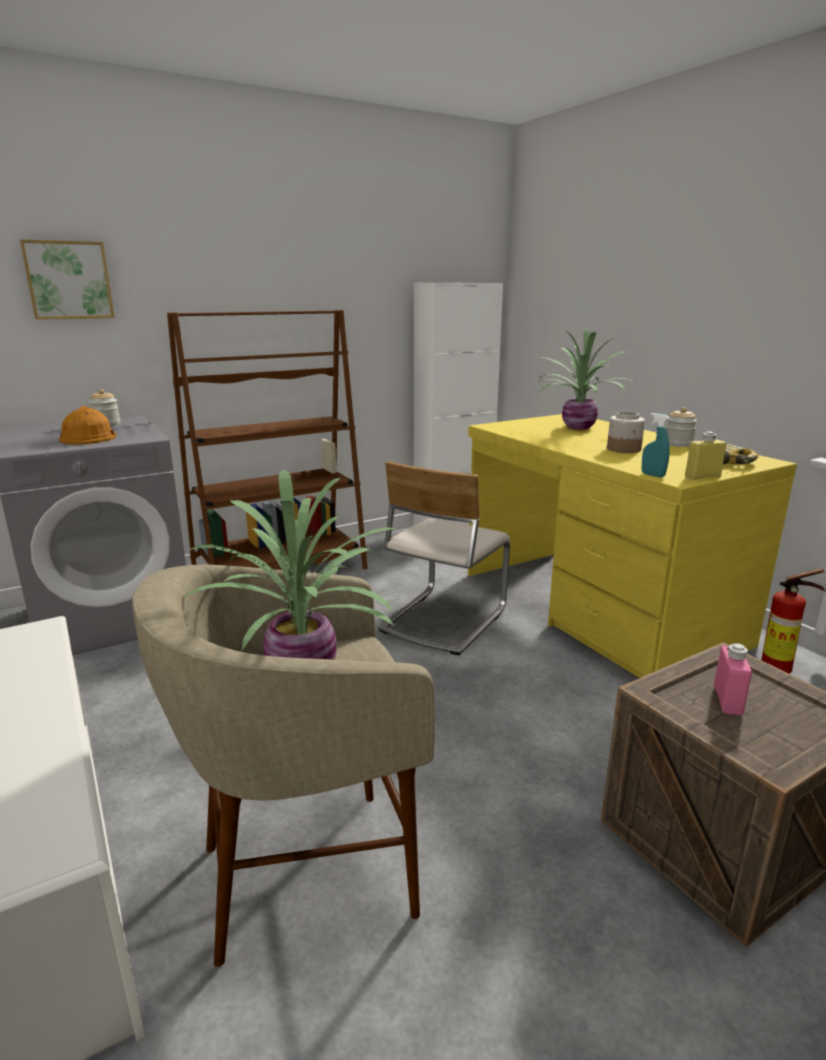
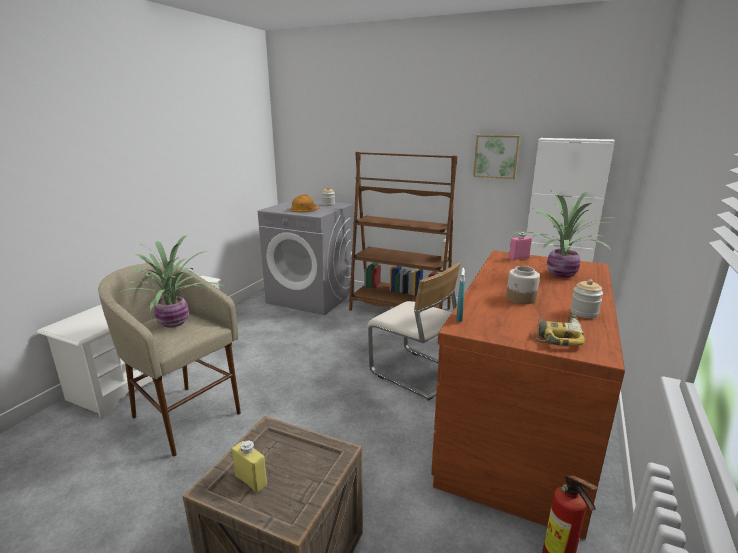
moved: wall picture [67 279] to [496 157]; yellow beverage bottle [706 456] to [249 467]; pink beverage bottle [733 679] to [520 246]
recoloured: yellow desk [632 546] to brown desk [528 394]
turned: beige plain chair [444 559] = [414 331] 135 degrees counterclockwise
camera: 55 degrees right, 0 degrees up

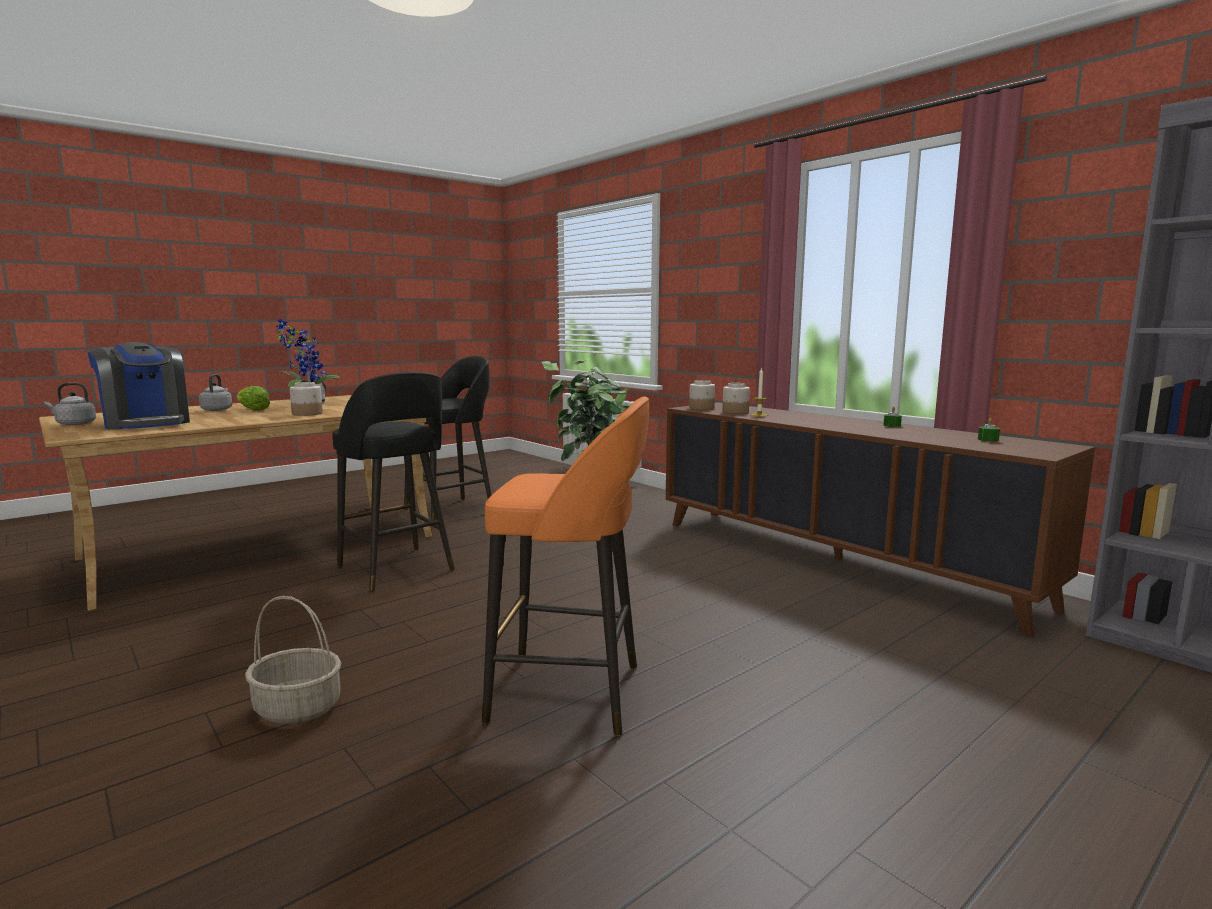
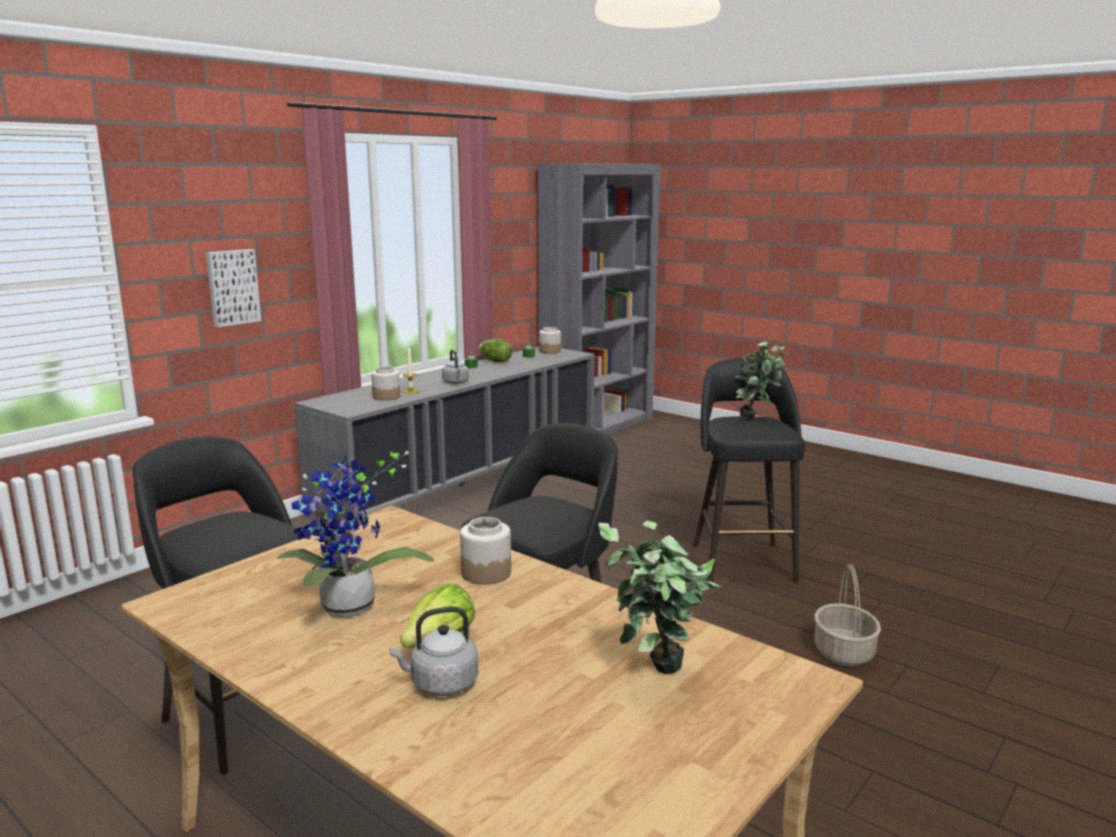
added: wall picture [233 288]; head of lettuce [495 350]
moved: preserve jar [702 395] to [550 340]; greyish kettle [70 404] to [455 367]
replaced: coffee brewer [138 386] to houseplant [660 597]
recoloured: orangey stool [565 566] to black-coloured stool [749 470]; brown cabinet [880 519] to greyish cabinet [444 438]
camera: 100 degrees left, 5 degrees up

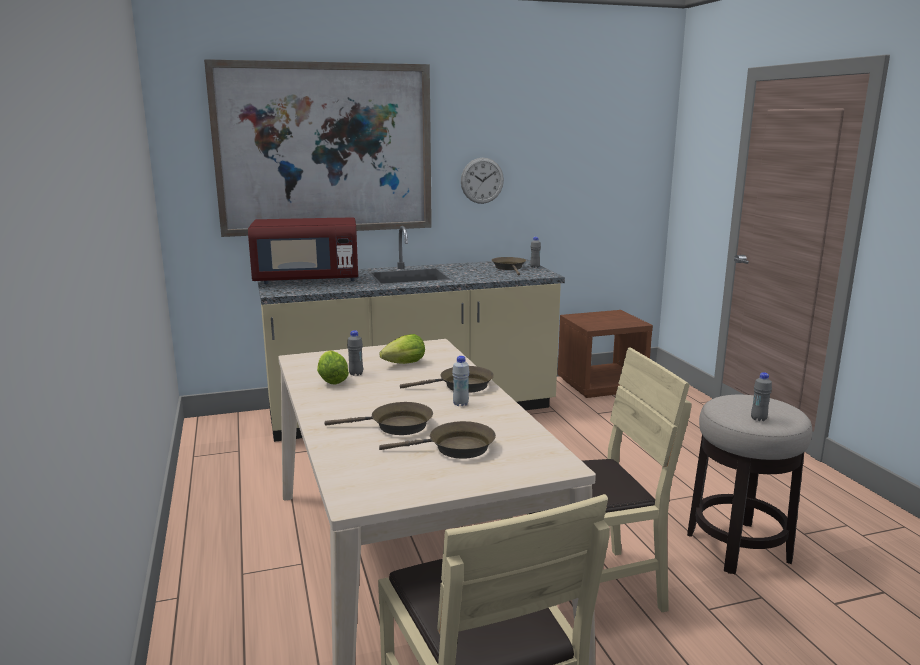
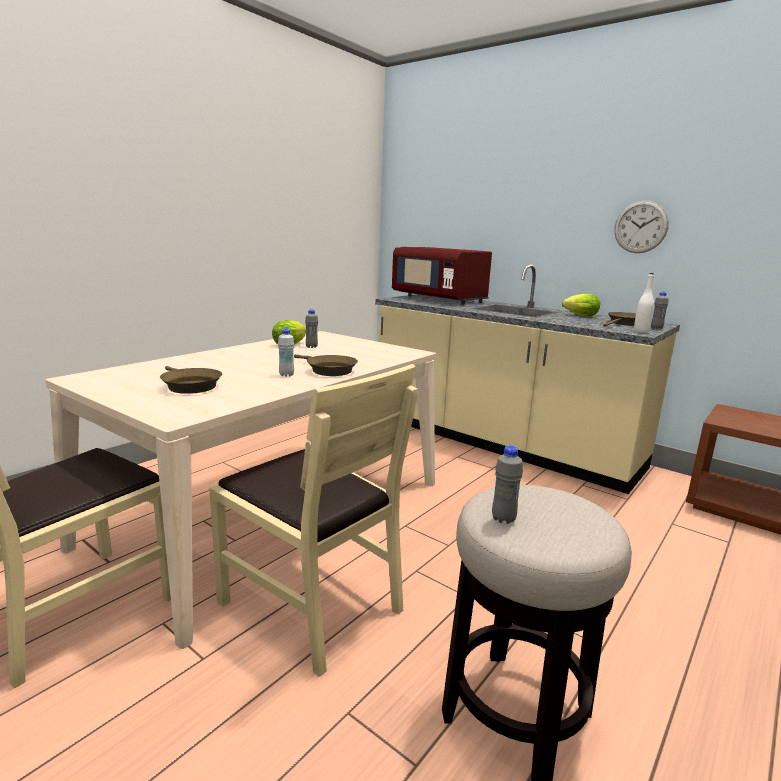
removed: wall picture [318 148]; brown skillet [379 418]
added: whitish beverage bottle [644 303]
moved: head of lettuce [402 349] to [581 304]
camera: 55 degrees right, 0 degrees up

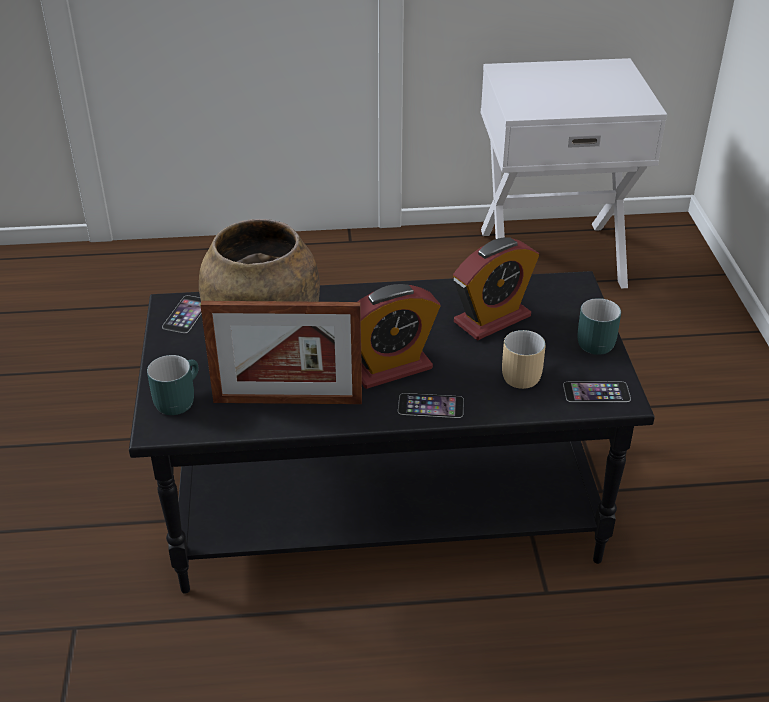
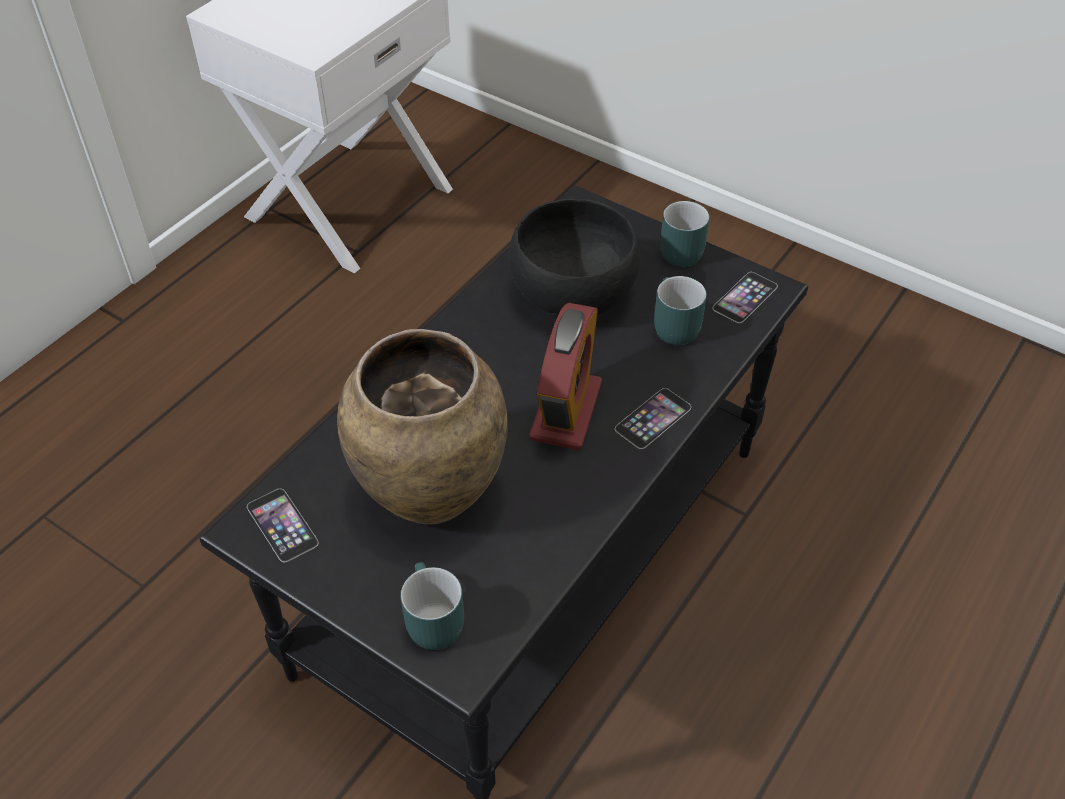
removed: photo frame [281 352]
replaced: alarm clock [496 288] to black-coloured serving bowl [574 257]
recoloured: beige mug [524 359] to turquoise-coloured mug [680 310]
camera: 50 degrees left, 10 degrees up

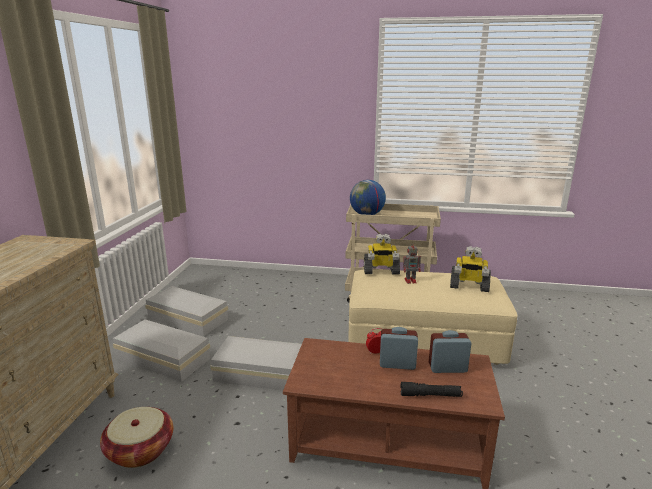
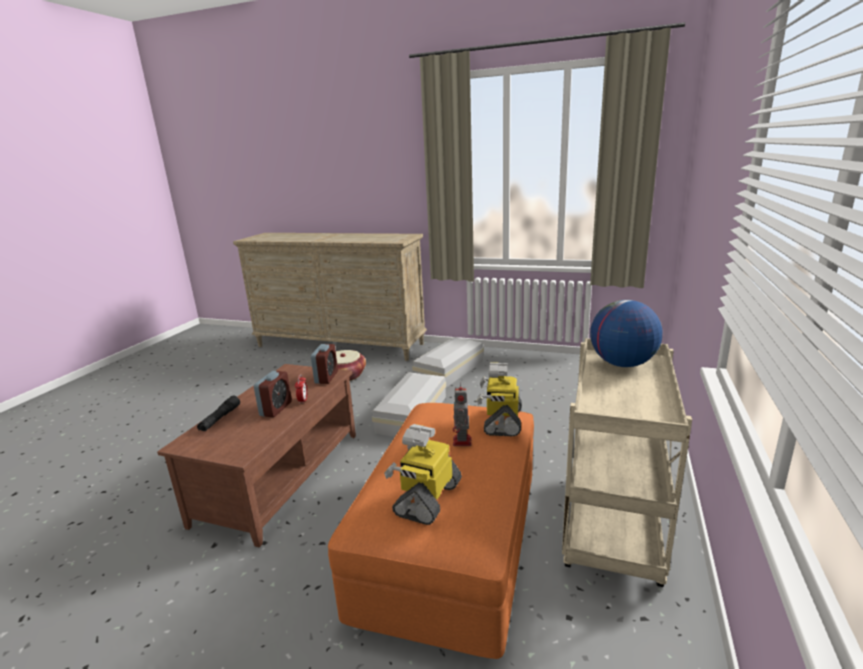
removed: whitish storage container [186 311]
moved: alarm clock [450 351] to [324 364]
recoloured: beige footrest [432 317] to orangey footrest [431 531]
camera: 100 degrees right, 0 degrees up

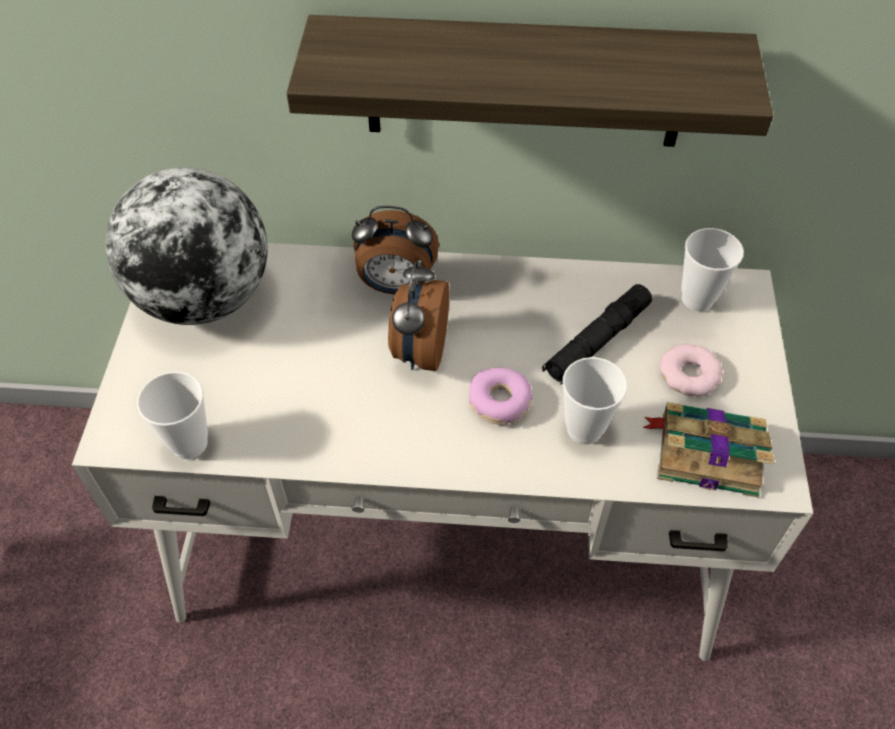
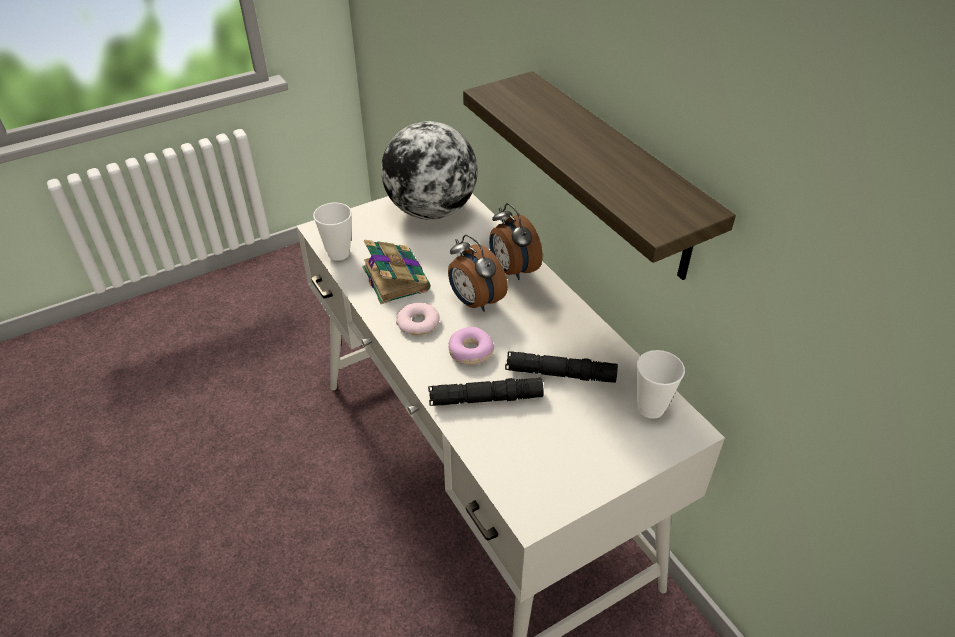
moved: ring doughnut [690 370] to [417 319]; volume [708 450] to [396 272]
replaced: cup [594 401] to black-coloured hand torch [486 392]
turned: alarm clock [418 315] = [478 273] 105 degrees counterclockwise
camera: 55 degrees right, 10 degrees down

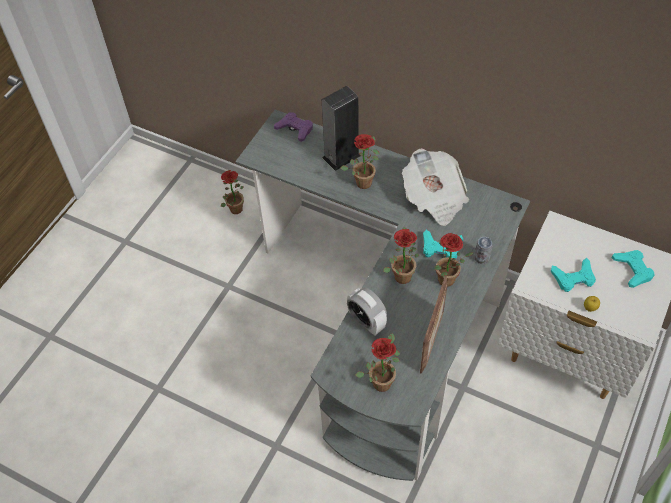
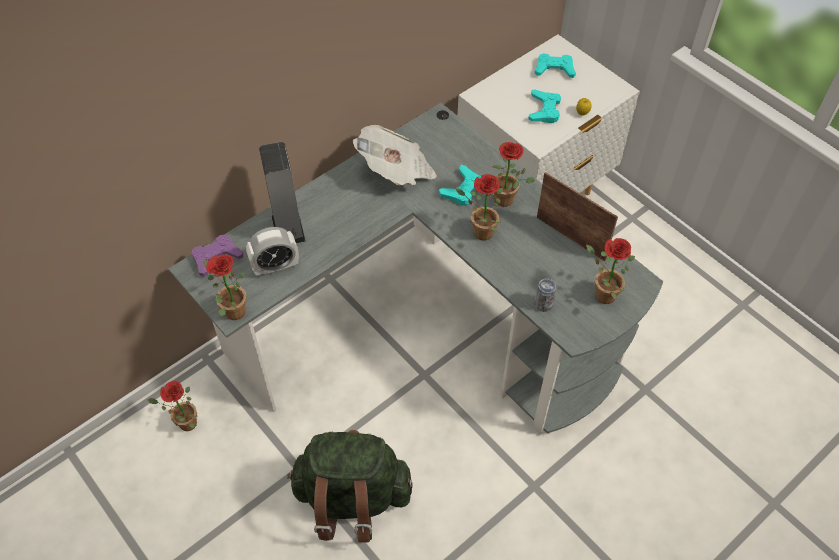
added: green-coloured backpack [350 486]
moved: houseplant [360 161] to [224 287]; sealed can [483 250] to [545 295]; alarm clock [367 312] to [272 252]
camera: 70 degrees left, 0 degrees up

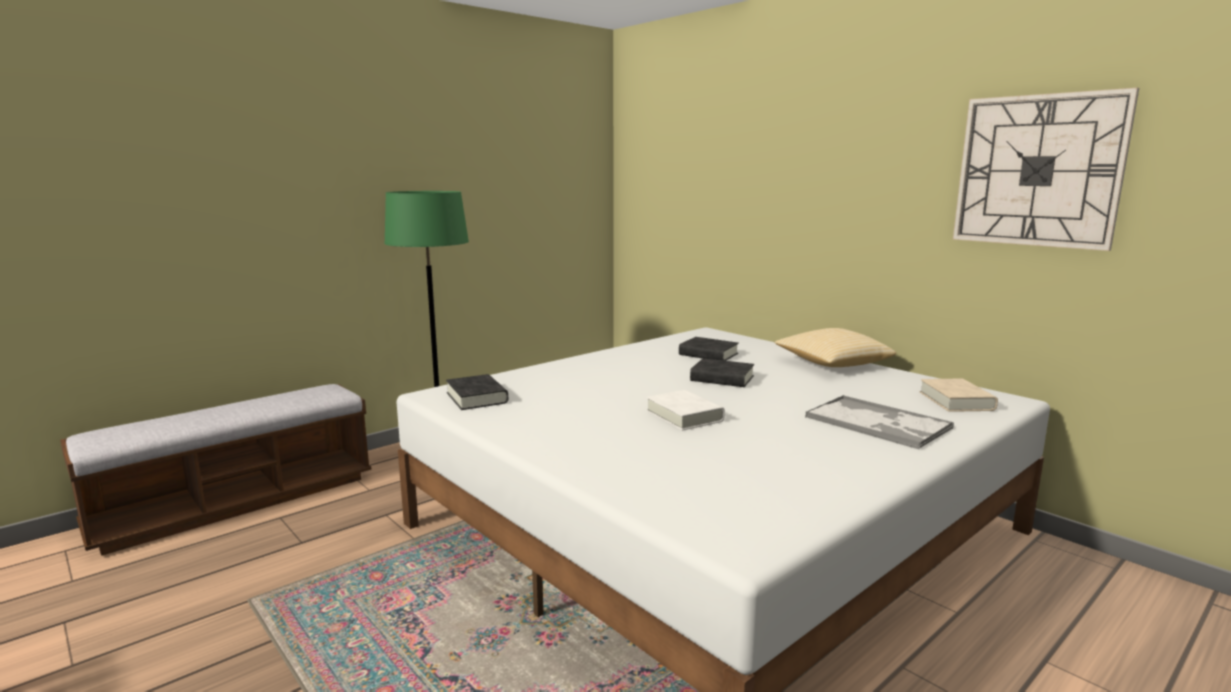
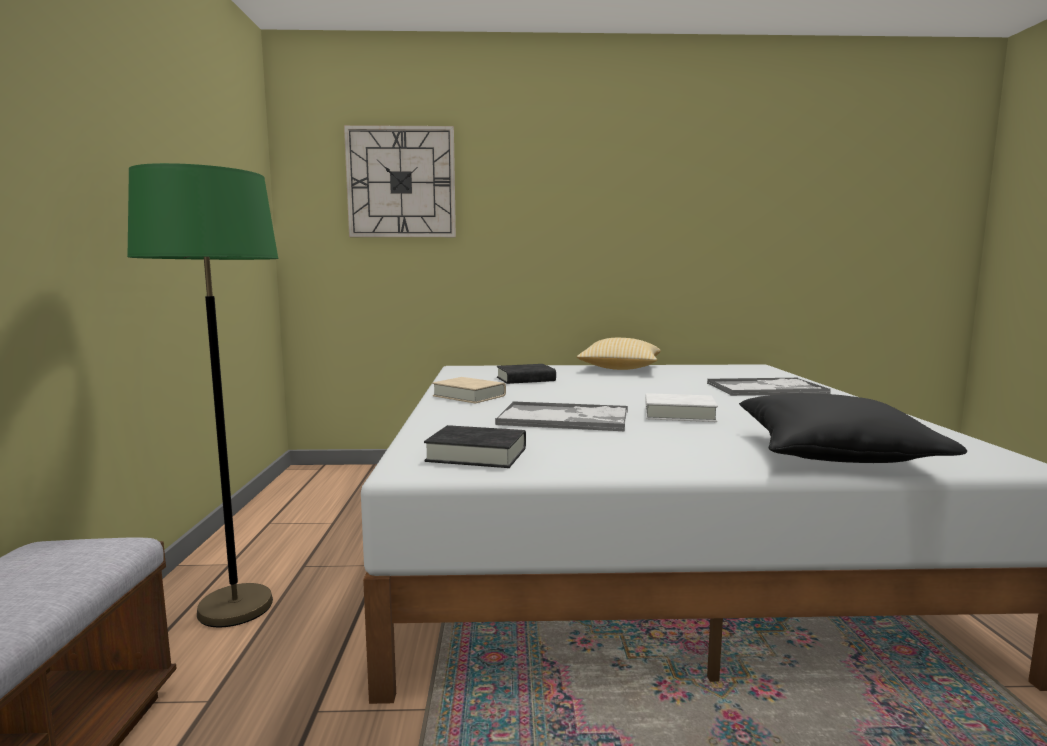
removed: black-coloured volume [722 372]
added: black-coloured cushion [853 428]; tray [561 416]
moved: wall clock [1046 169] to [400 181]; beige volume [958 395] to [469 390]
camera: 50 degrees left, 5 degrees down

